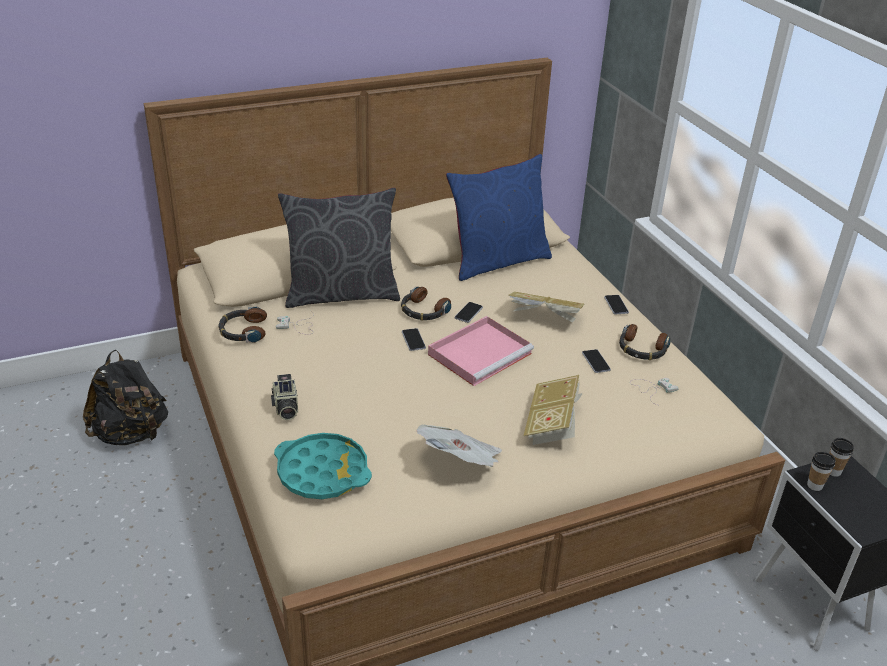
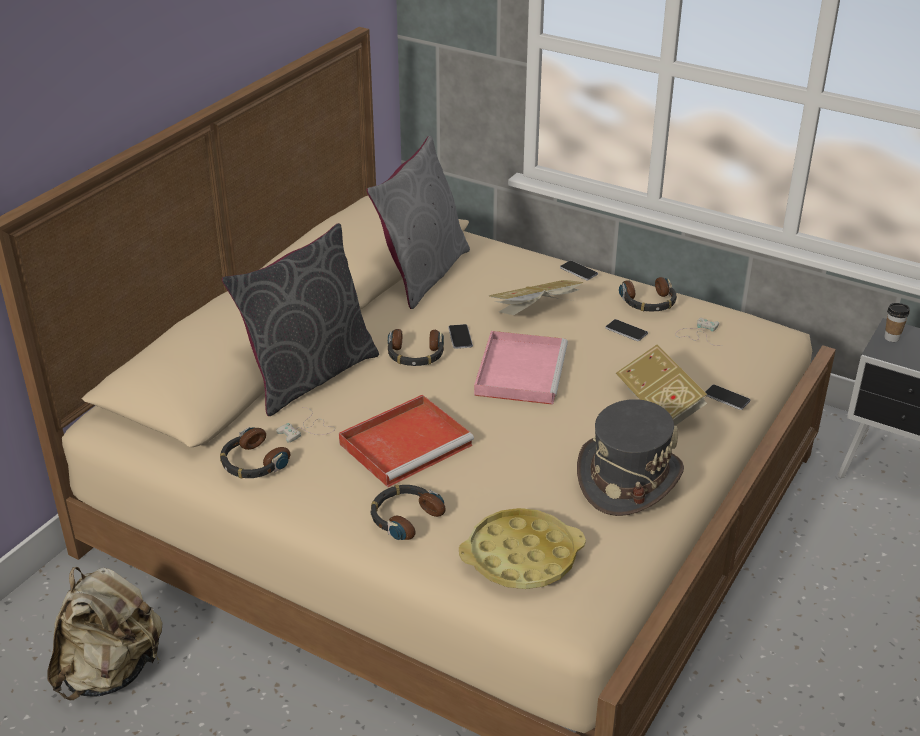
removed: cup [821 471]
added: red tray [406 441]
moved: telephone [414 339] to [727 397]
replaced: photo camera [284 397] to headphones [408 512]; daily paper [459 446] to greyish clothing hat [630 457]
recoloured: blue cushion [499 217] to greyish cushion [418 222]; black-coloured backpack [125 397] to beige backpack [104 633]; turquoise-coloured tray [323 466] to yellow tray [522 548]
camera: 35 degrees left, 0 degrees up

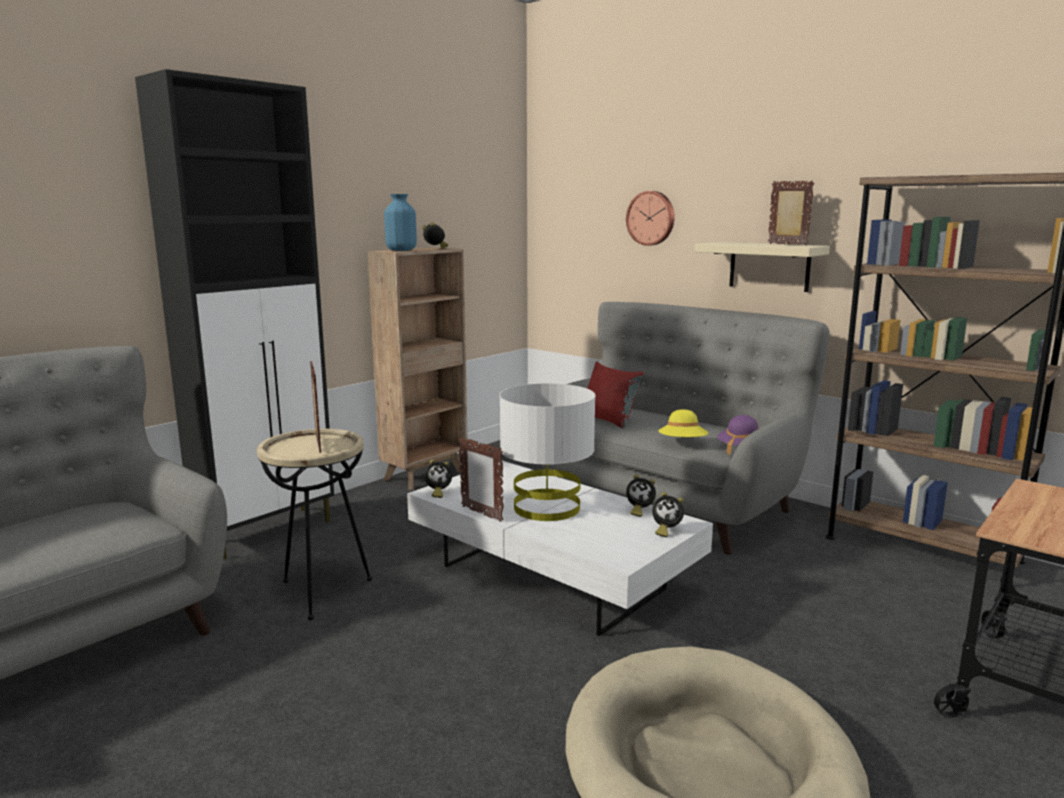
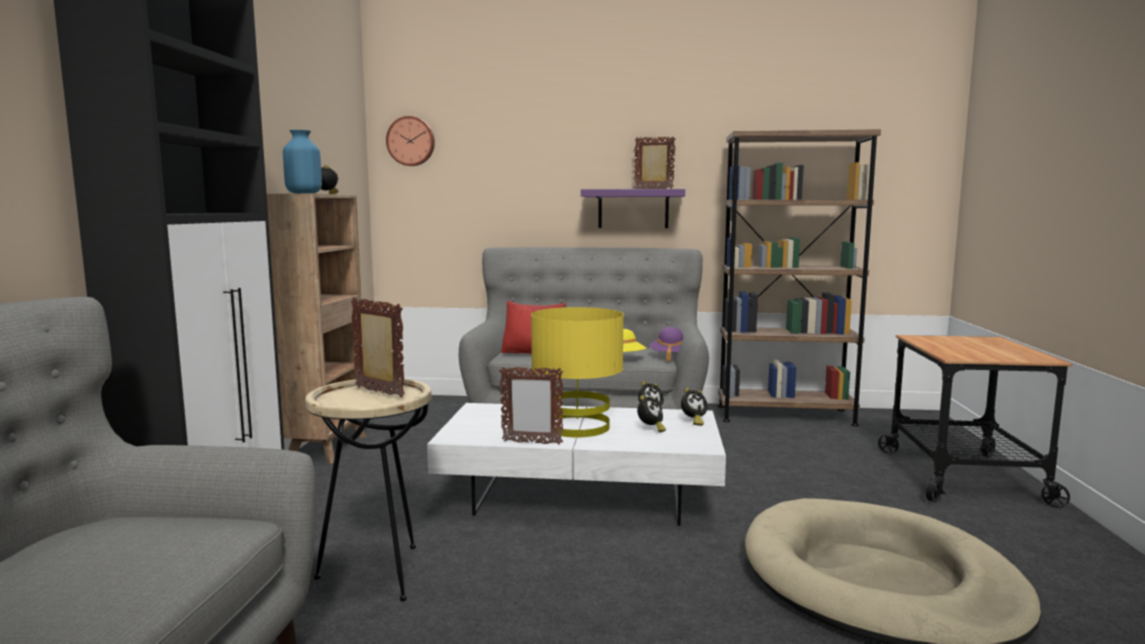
moved: wall clock [650 218] to [410 141]; alarm clock [438 478] to [651 413]
recoloured: beige bracket shelf [762 267] to purple bracket shelf [633 208]; whitish lamp for a table [547 452] to yellow lamp for a table [577 372]
camera: 35 degrees left, 5 degrees down

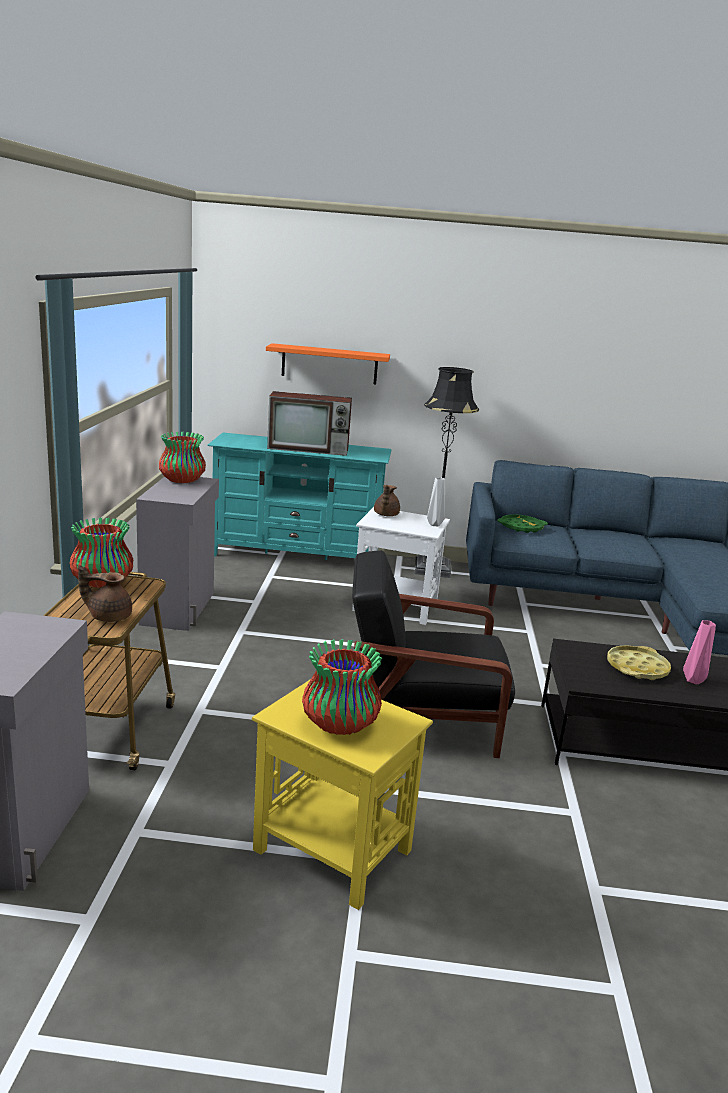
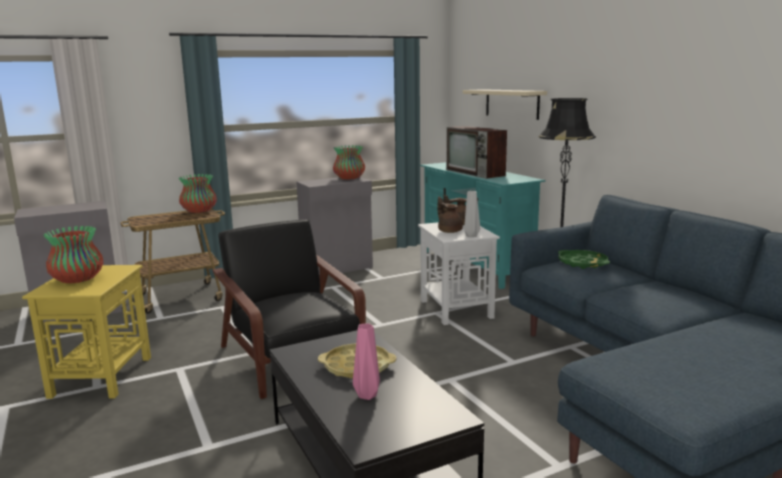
moved: brown pot for tea [105 593] to [450 214]
recoloured: orangey bracket shelf [328 363] to beige bracket shelf [505 104]
camera: 60 degrees right, 5 degrees down

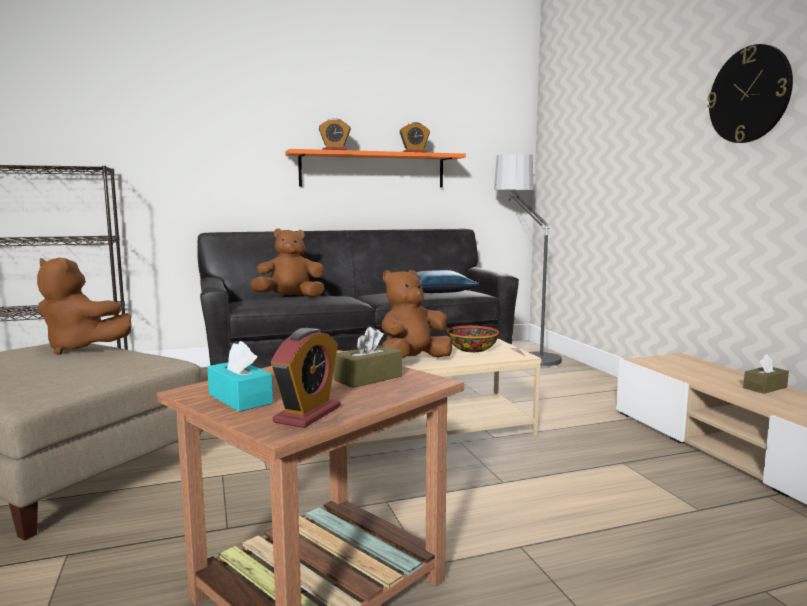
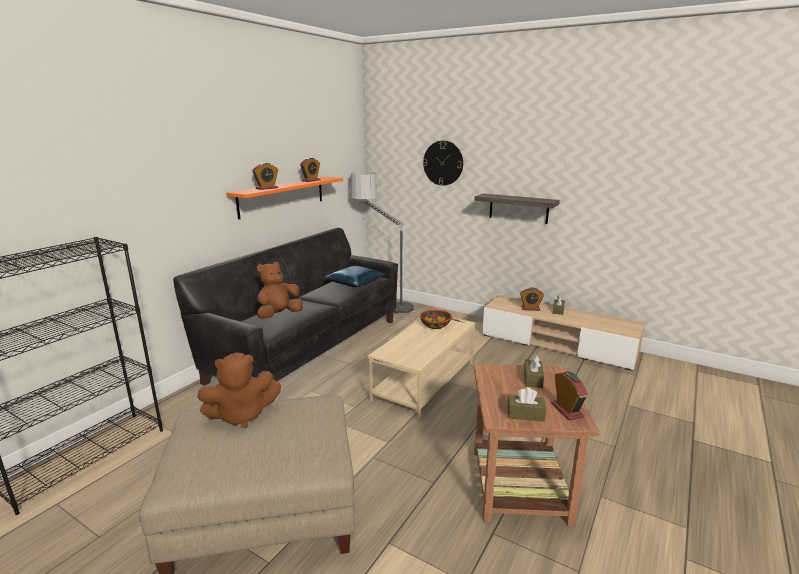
removed: brown soft toy [416 314]
added: bracket shelf [517 208]; alarm clock [532 299]
moved: wall clock [750 93] to [443 163]
recoloured: turquoise-coloured box of tissues [240 376] to brown box of tissues [526 404]
camera: 40 degrees left, 10 degrees up

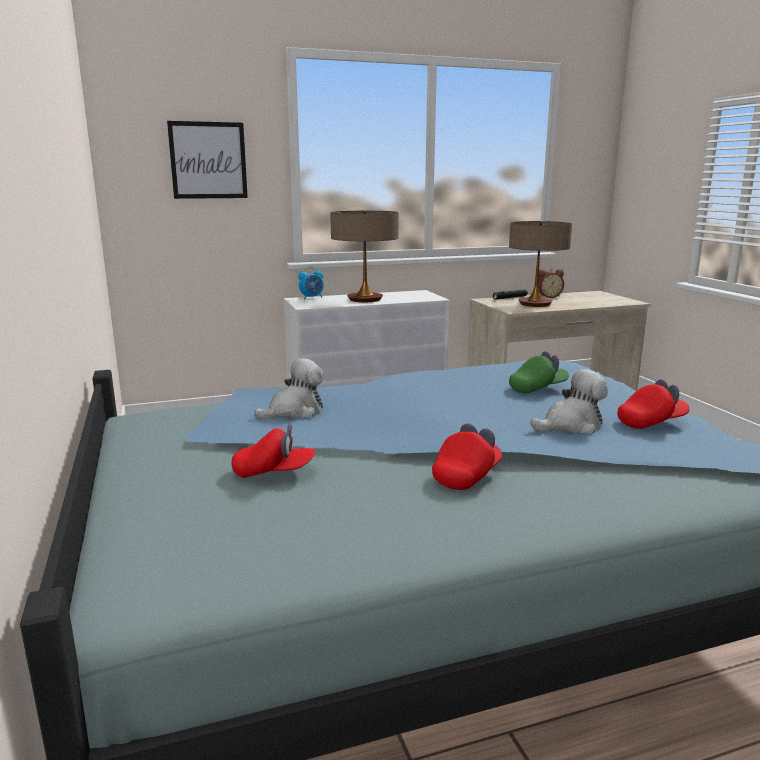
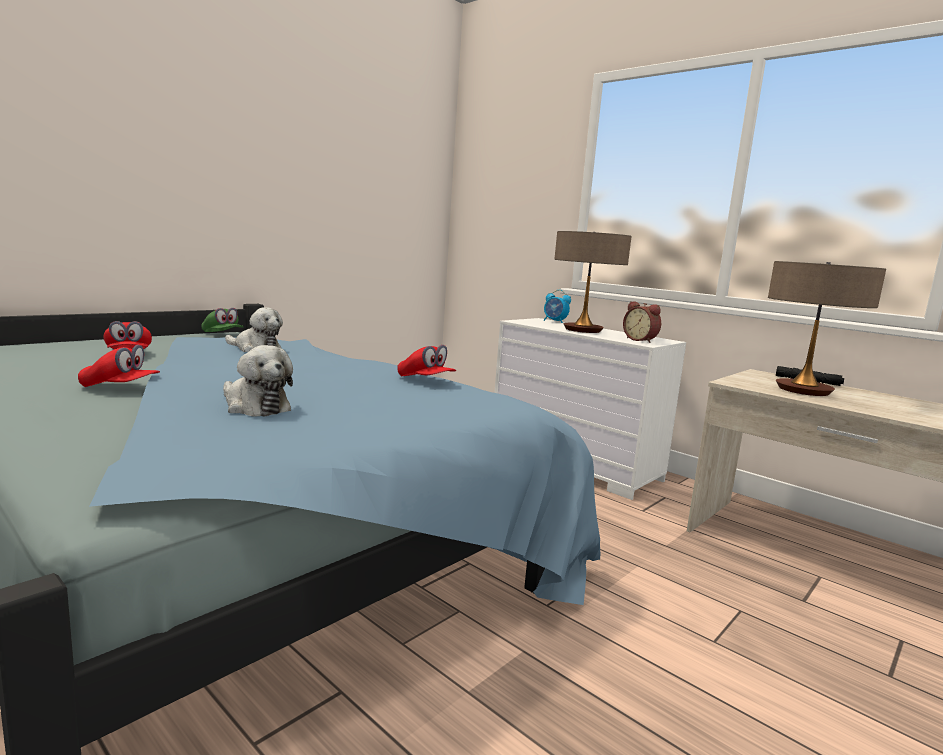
removed: wall picture [207 160]
moved: alarm clock [551 283] to [642 322]; green-coloured cap [539 372] to [222 320]; red cap [653 404] to [427 360]
camera: 60 degrees right, 5 degrees down

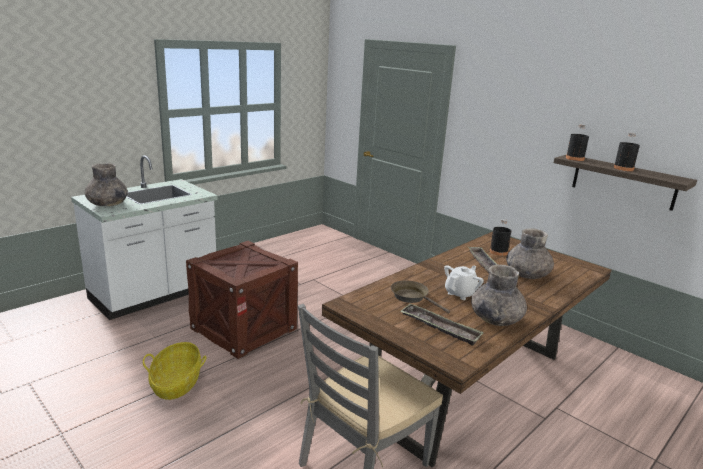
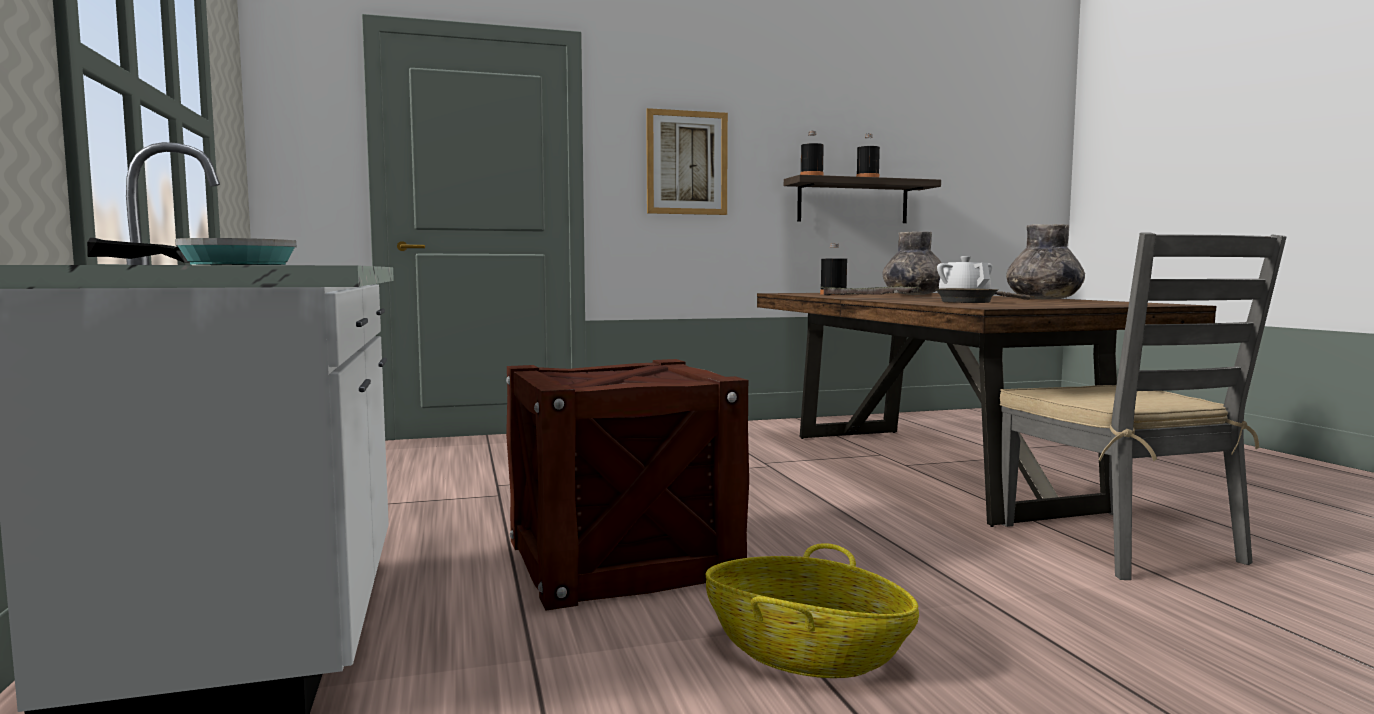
removed: tray [442 325]
added: wall picture [687 161]
replaced: greyish decorative vase [106 184] to skillet [191 251]
camera: 60 degrees left, 15 degrees down

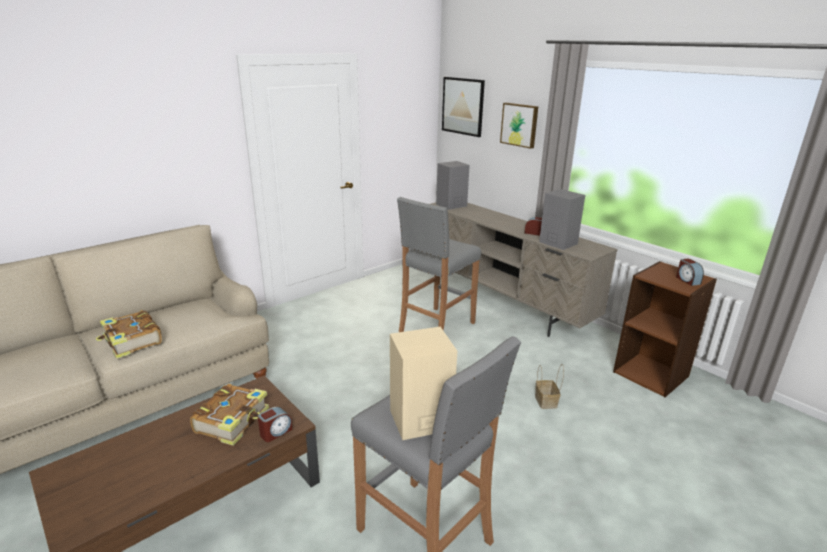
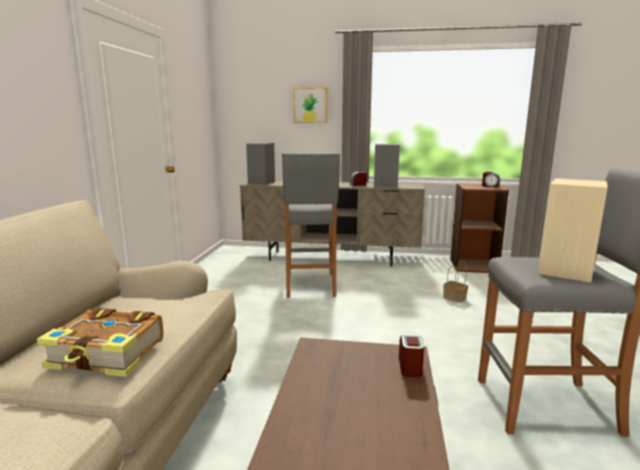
removed: wall picture [463 107]; volume [229 415]
camera: 40 degrees left, 10 degrees down

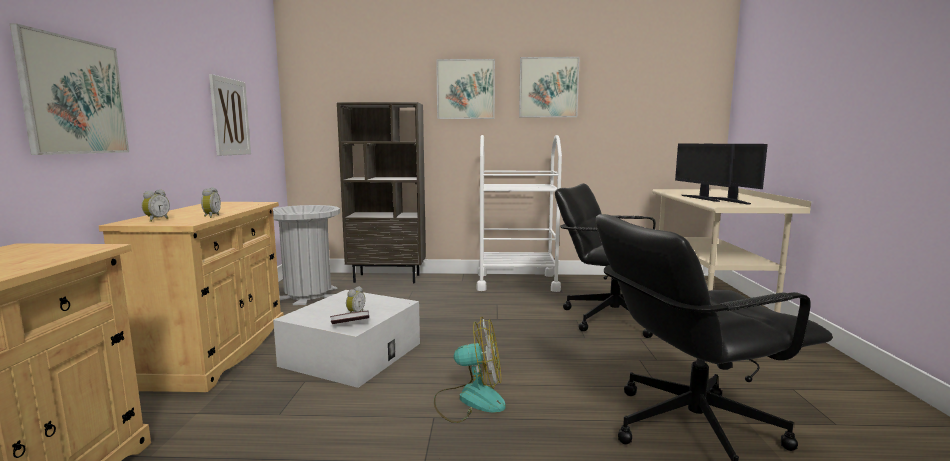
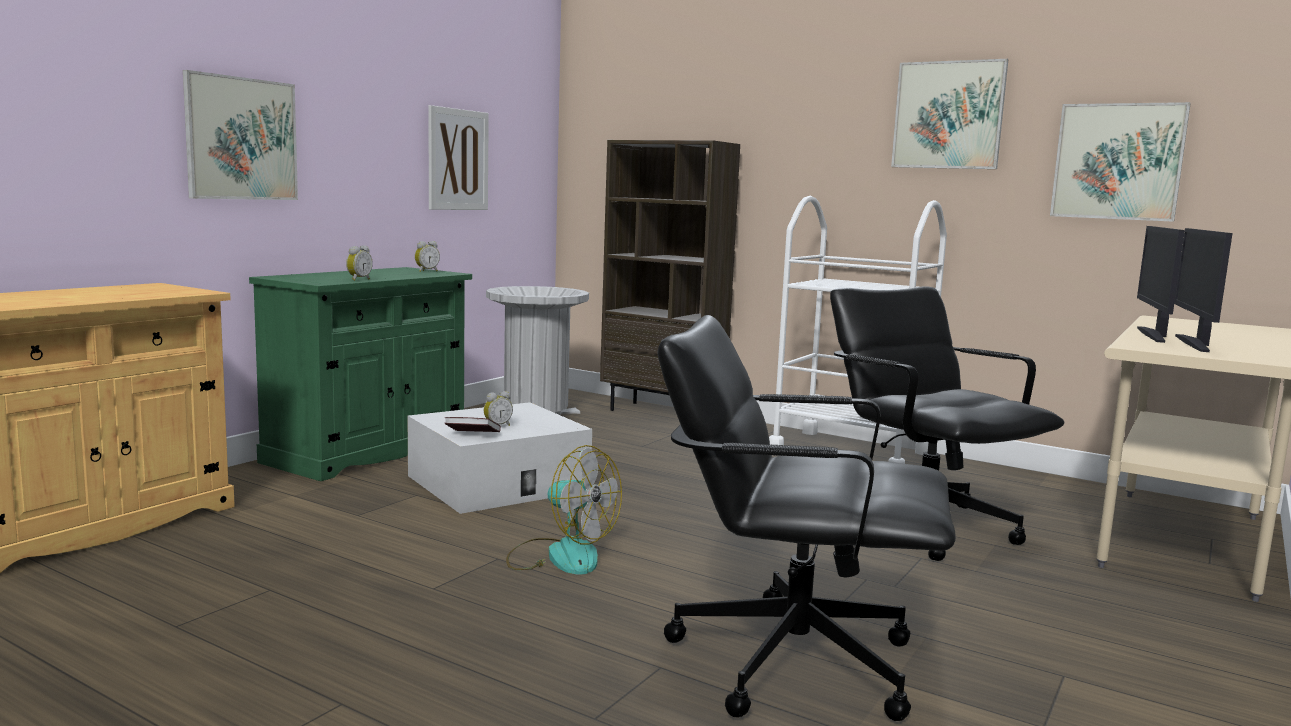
moved: wall picture [465 89] to [1120 162]; alarm clock [156 205] to [427 256]
recoloured: beige cabinet [191 297] to green-coloured cabinet [360 374]
camera: 30 degrees right, 0 degrees up

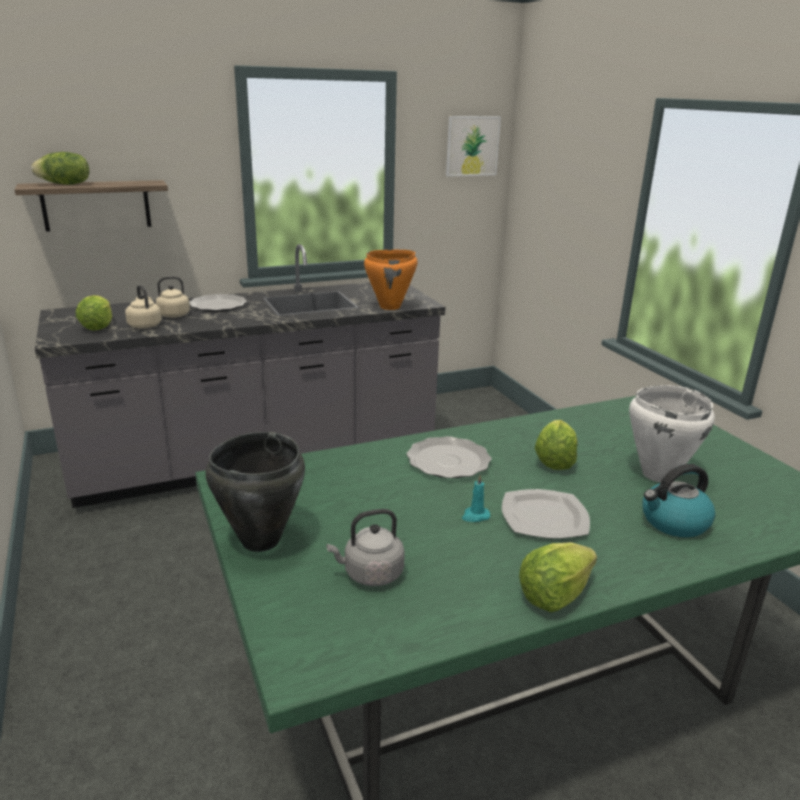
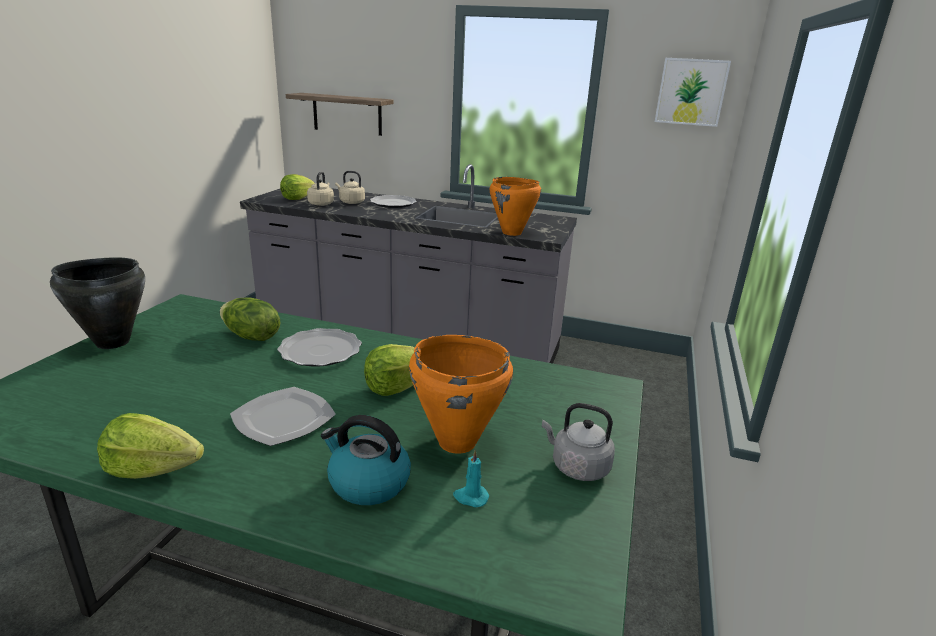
moved: head of lettuce [60 168] to [250 319]; turquoise-coloured wax light [476 498] to [471 478]; greyish kettle [365 547] to [578 442]
recoloured: whitish cooking pot [672 433] to orangey cooking pot [461 394]
camera: 40 degrees right, 0 degrees up

